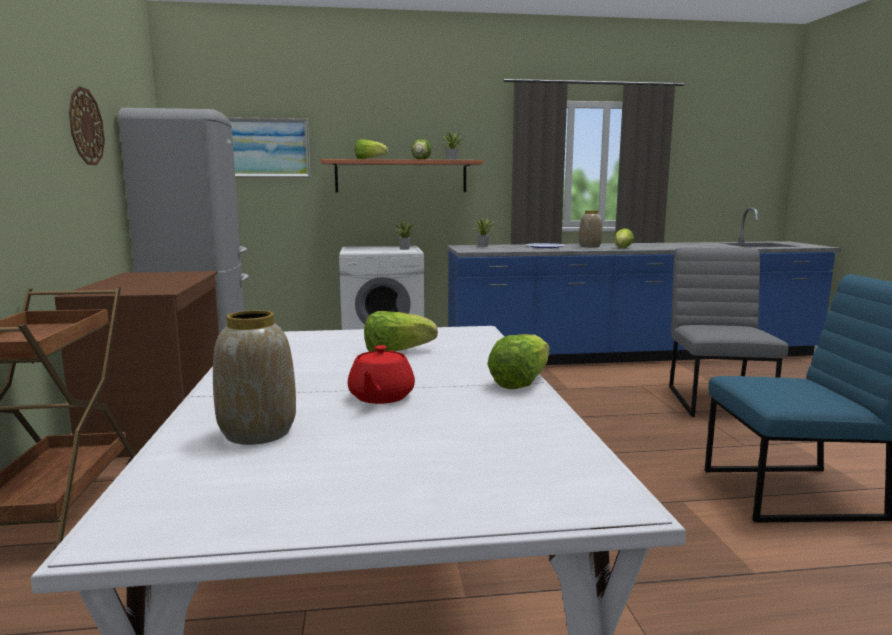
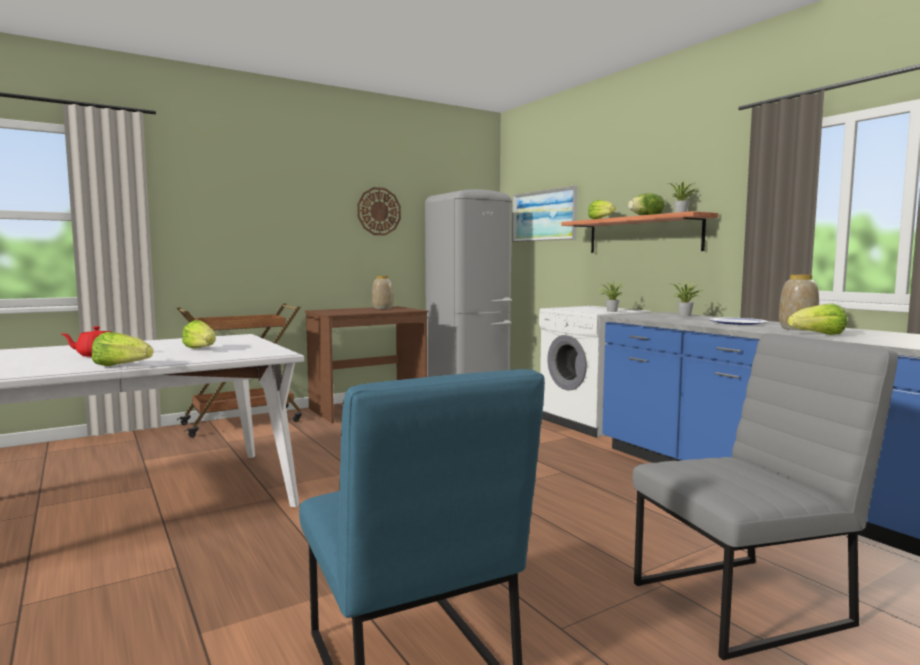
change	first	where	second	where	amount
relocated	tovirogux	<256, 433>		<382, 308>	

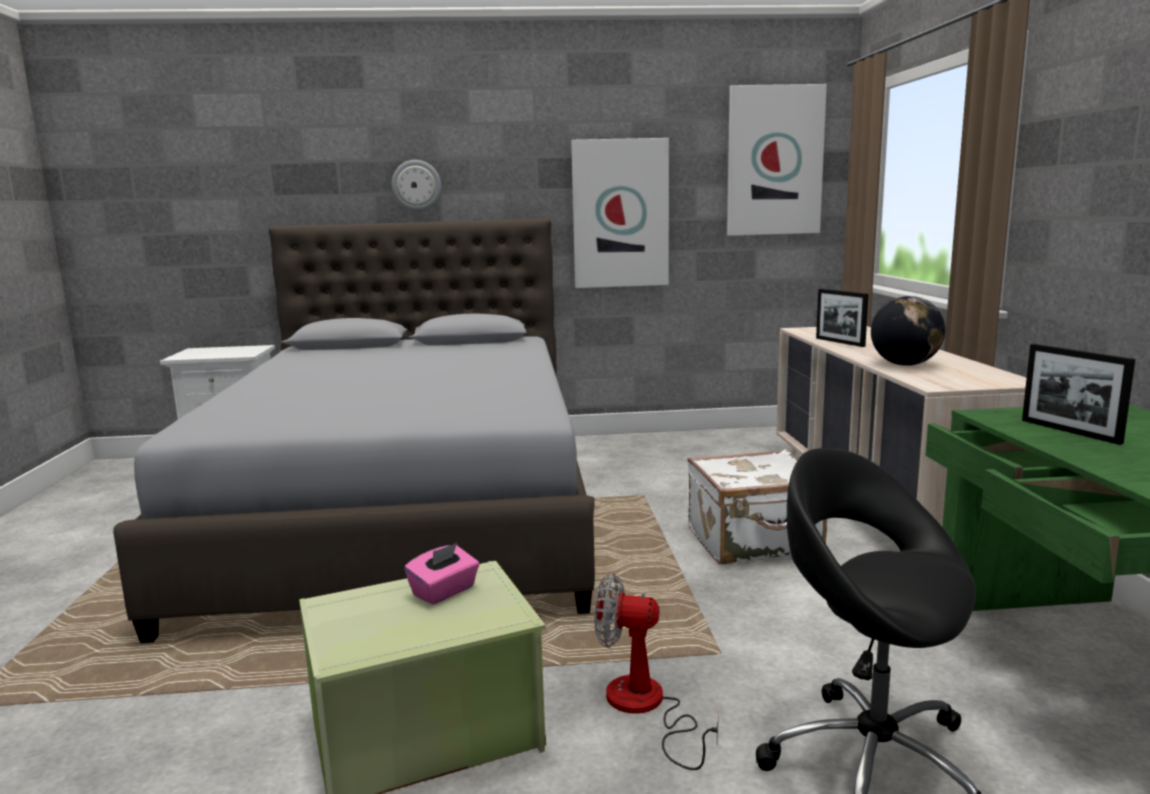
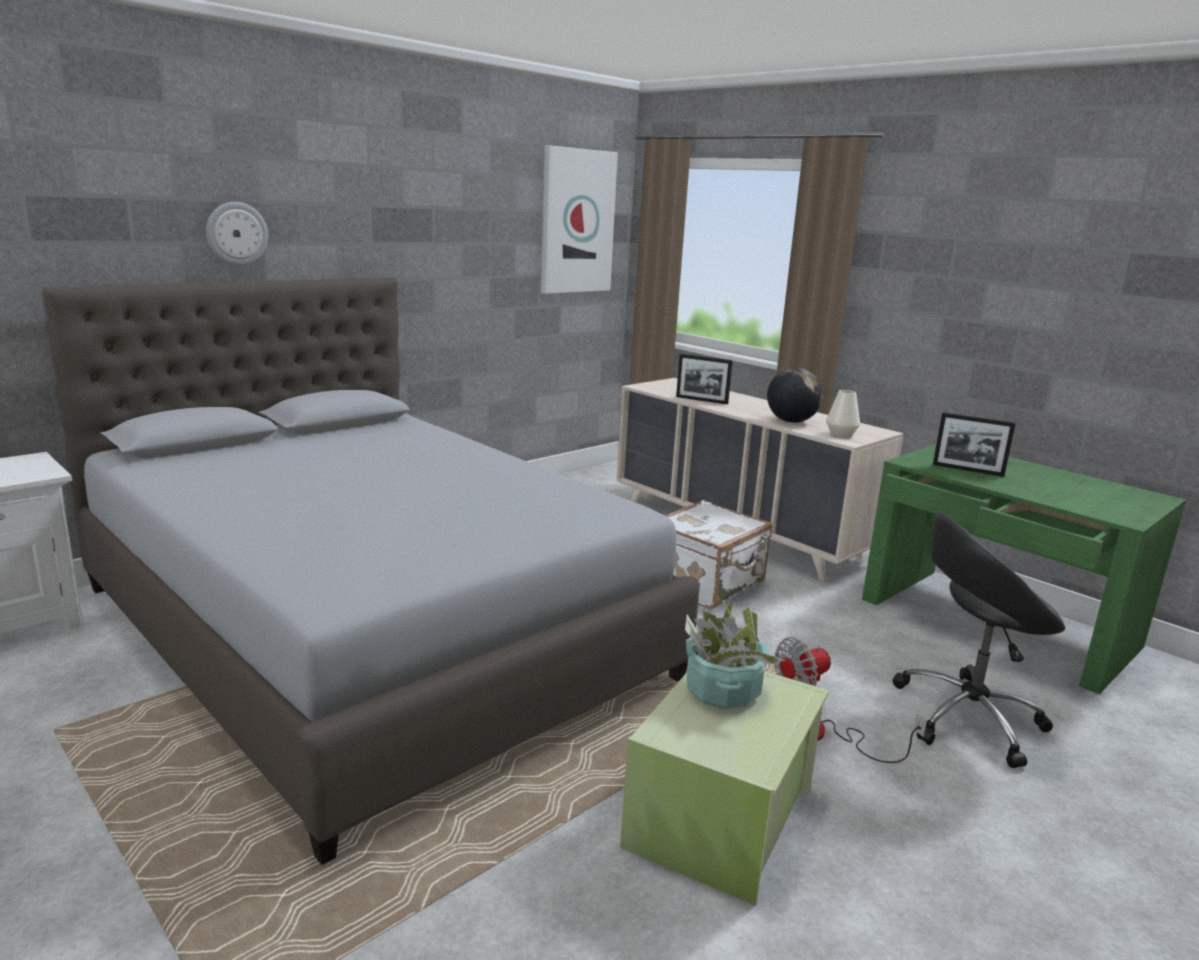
change	first	where	second	where	amount
exchanged	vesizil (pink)	<444, 592>	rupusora	<722, 690>	
missing	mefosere	<620, 214>			
appeared			tovirogux (white)	<841, 434>	

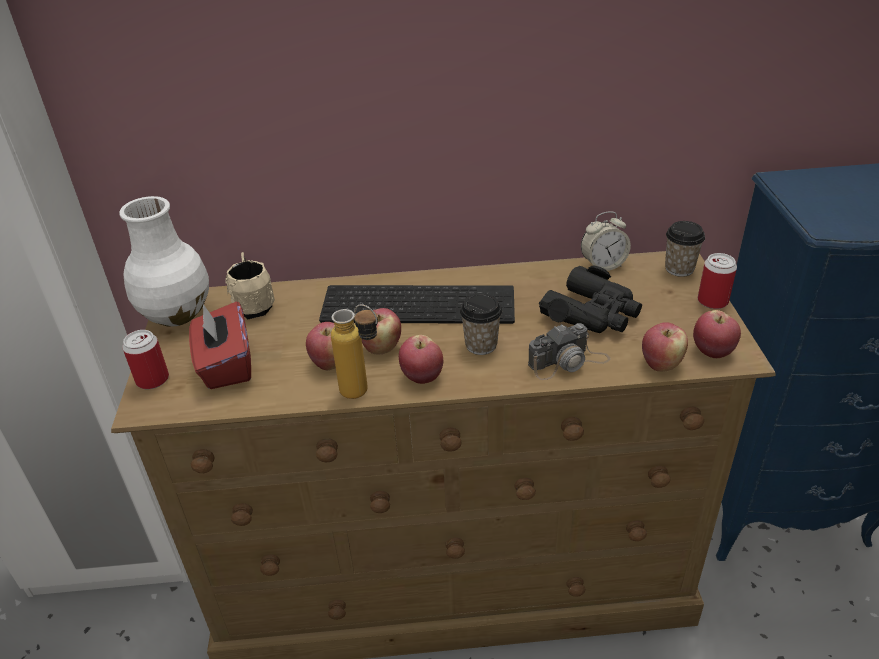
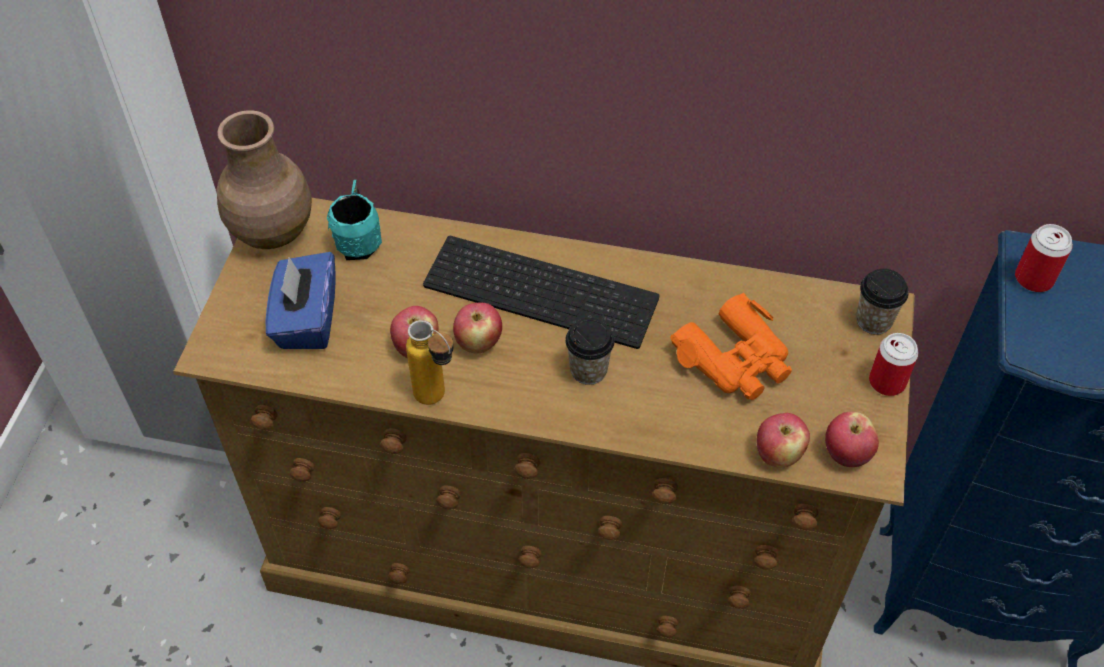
change	first	where	second	where	amount
colour	tovirogux (white)	<176, 315>	tovirogux (brown)	<271, 232>	
relocated	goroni	<152, 380>		<1034, 278>	
colour	vesizil (red)	<226, 365>	vesizil (blue)	<306, 320>	
colour	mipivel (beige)	<254, 305>	mipivel (turquoise)	<359, 240>	
missing	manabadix	<422, 377>			
missing	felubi	<568, 362>			
colour	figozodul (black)	<592, 313>	figozodul (orange)	<735, 359>	
missing	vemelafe	<603, 265>			

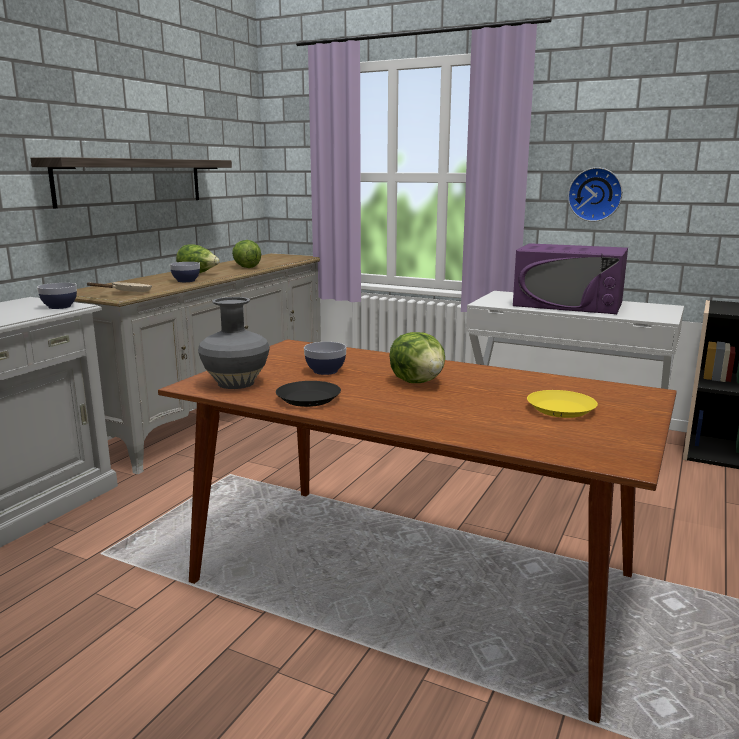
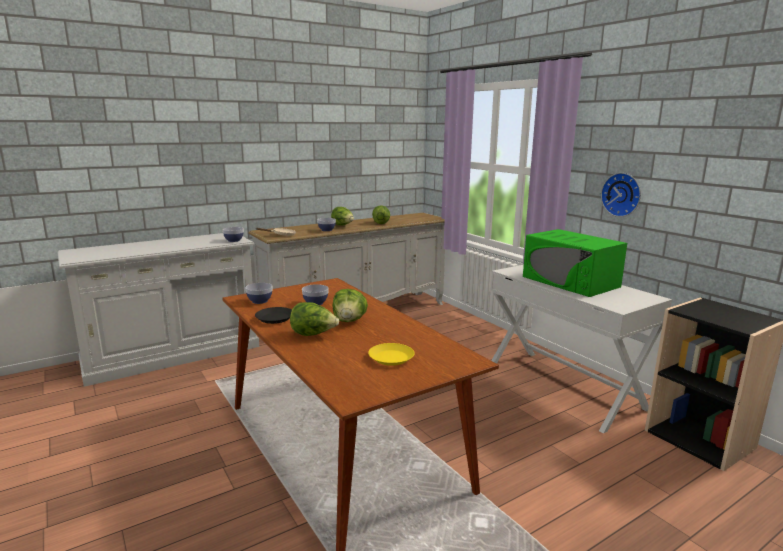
change	first	where	second	where	amount
missing	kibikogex	<132, 181>			
exchanged	tovirogux (grey)	<235, 383>	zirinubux	<259, 301>	
colour	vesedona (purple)	<568, 304>	vesedona (green)	<570, 282>	
appeared			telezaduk	<313, 334>	

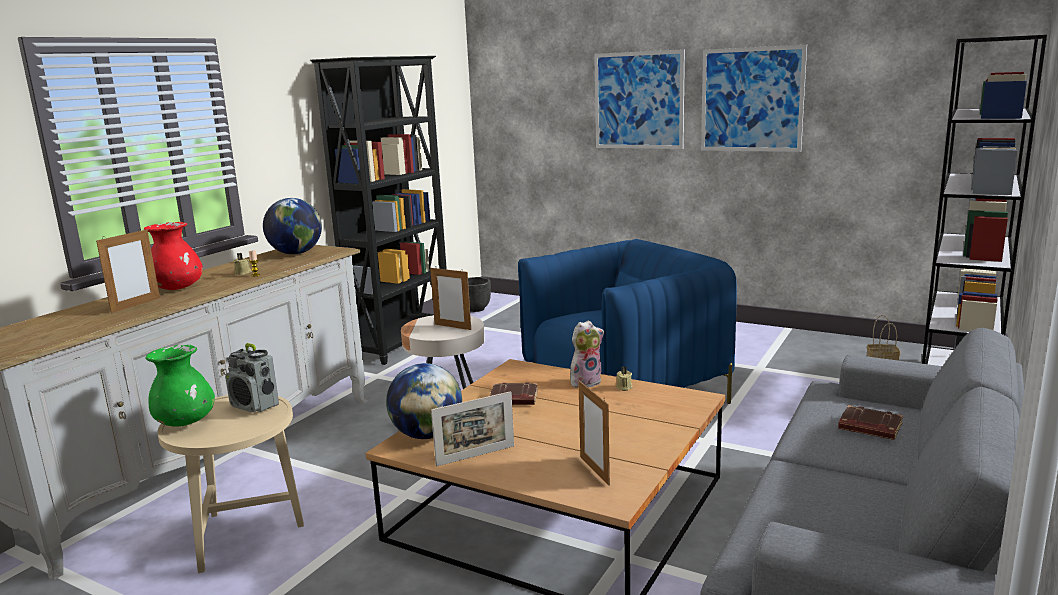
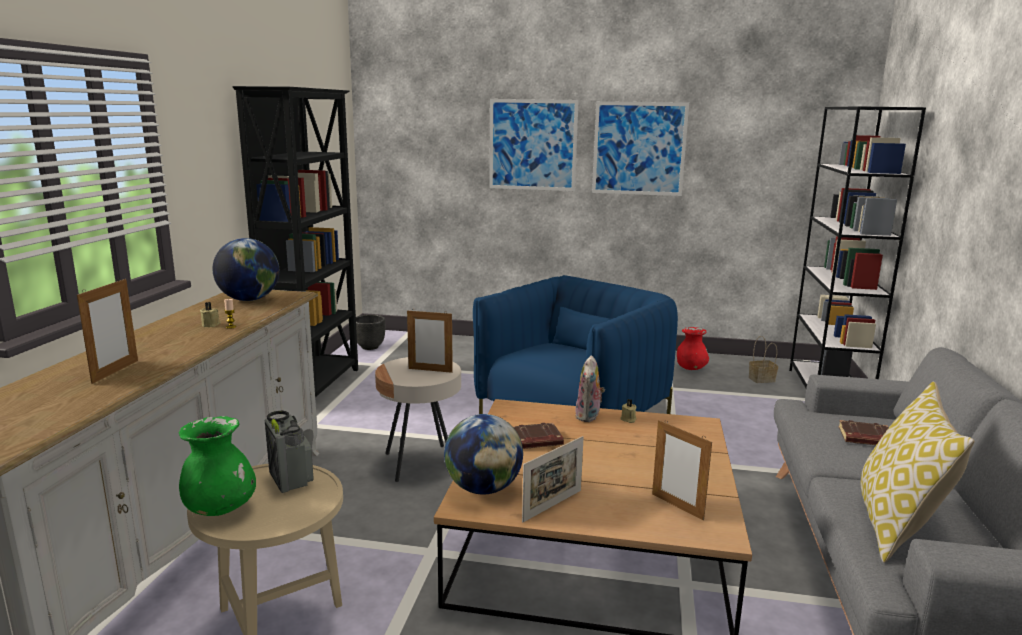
change	first	where	second	where	amount
relocated	tovirogux (red)	<178, 288>		<690, 368>	
spun	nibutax	<255, 406>		<290, 478>	135 degrees counterclockwise
spun	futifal	<586, 382>		<589, 416>	150 degrees clockwise
appeared			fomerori	<897, 527>	

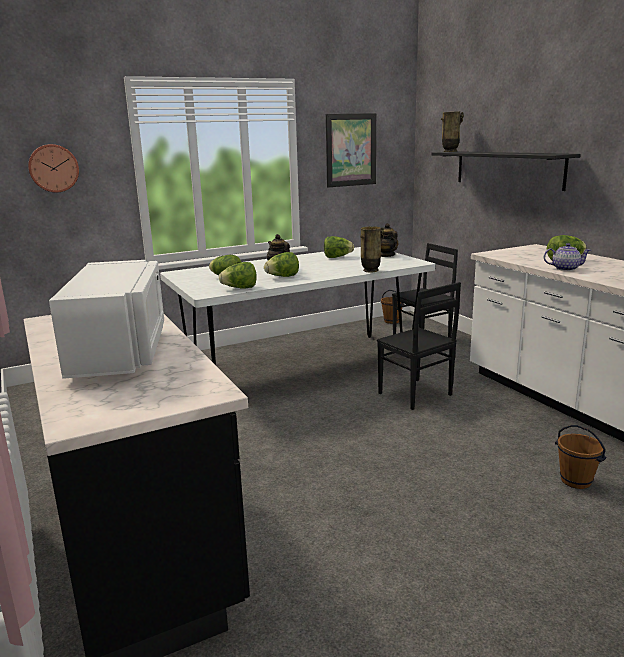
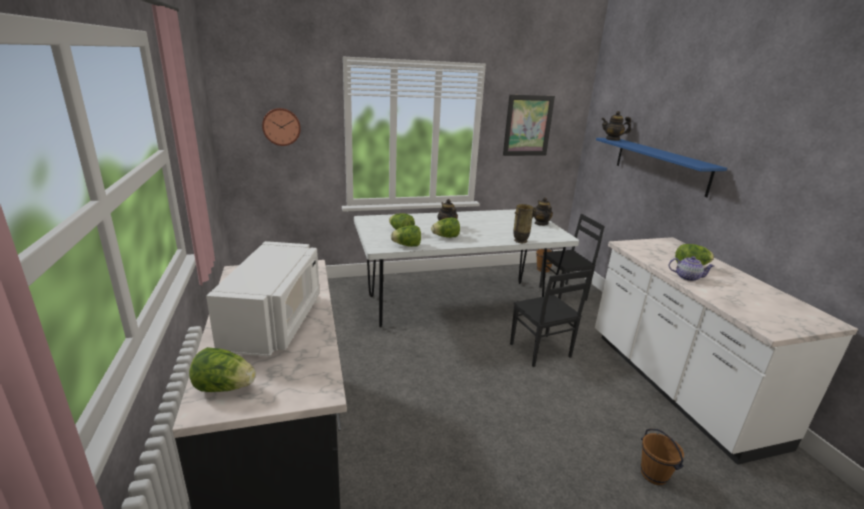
change	first	where	second	where	amount
relocated	telezaduk	<337, 257>		<225, 387>	
colour	kibikogex (black)	<508, 169>	kibikogex (blue)	<660, 165>	
exchanged	tovirogux	<450, 151>	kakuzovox	<613, 139>	

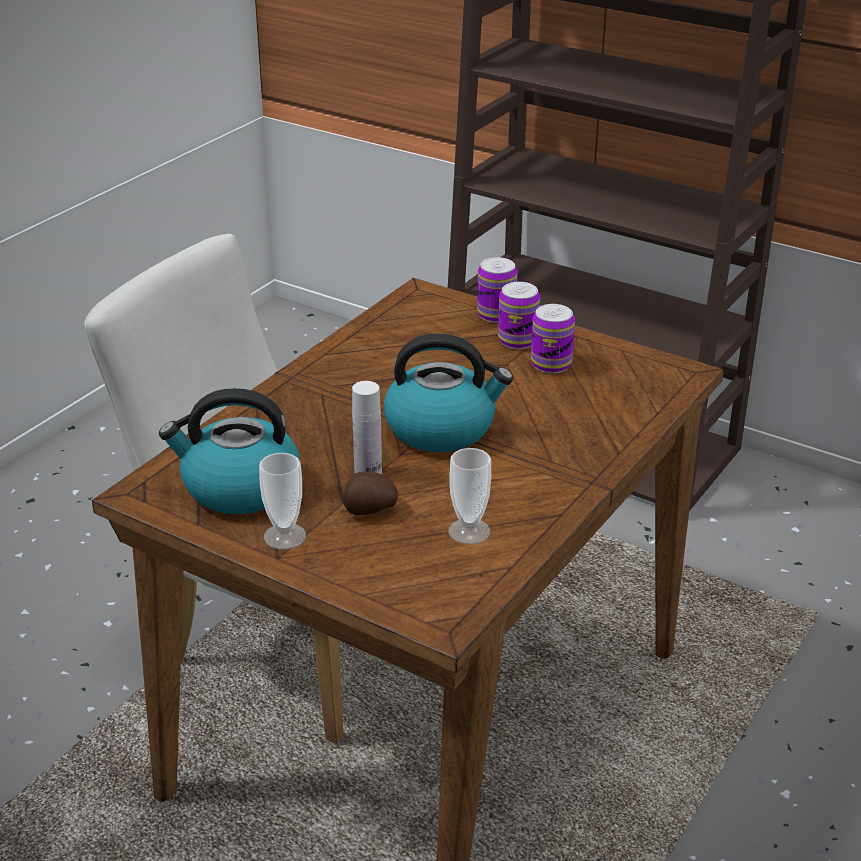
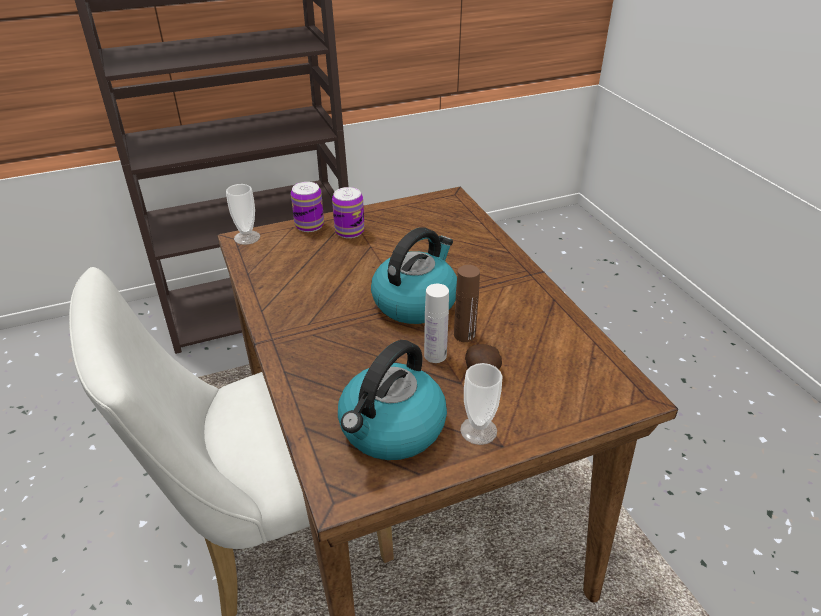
change	first	where	second	where	amount
relocated	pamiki	<469, 531>		<247, 237>	
missing	goroni	<551, 364>			
appeared			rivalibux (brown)	<464, 335>	

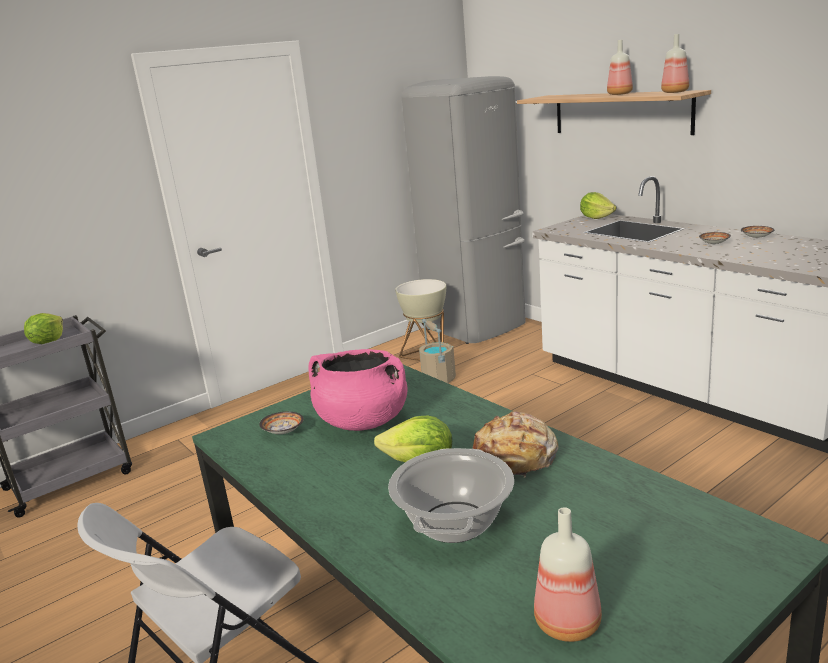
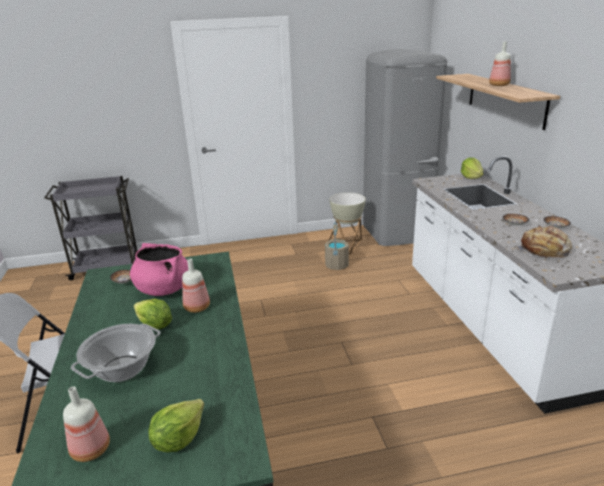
change	first	where	second	where	amount
relocated	telezaduk	<48, 341>		<178, 439>	
relocated	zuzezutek	<515, 459>		<544, 251>	
relocated	rivalibux	<675, 92>		<198, 307>	

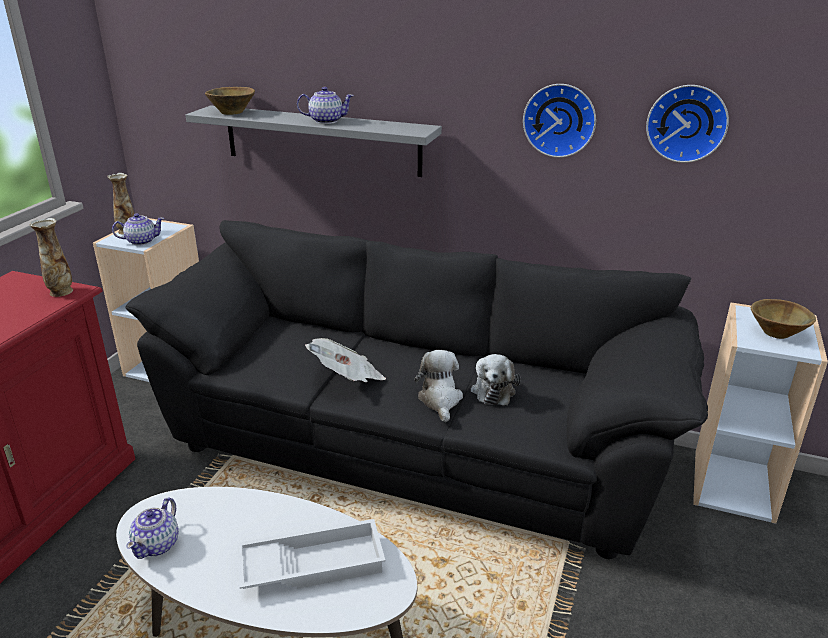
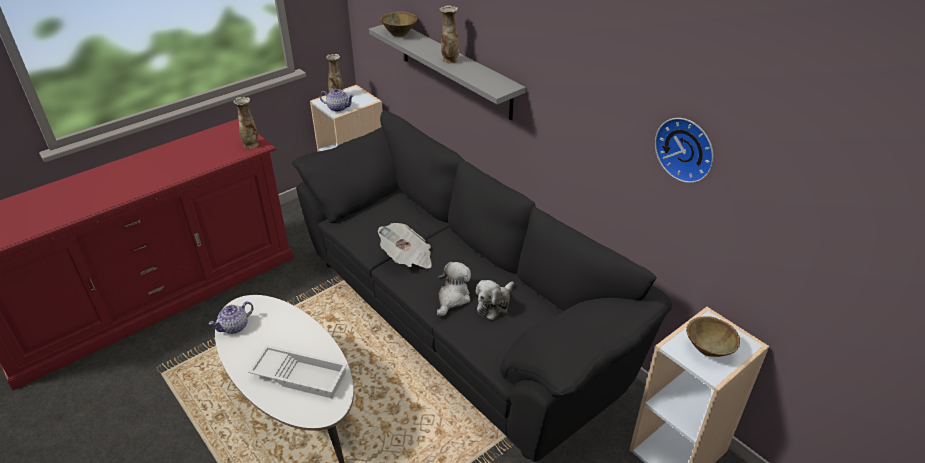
change	first	where	second	where	amount
exchanged	kakuzovox	<326, 121>	tovirogux	<450, 60>	
missing	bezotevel	<560, 120>			

